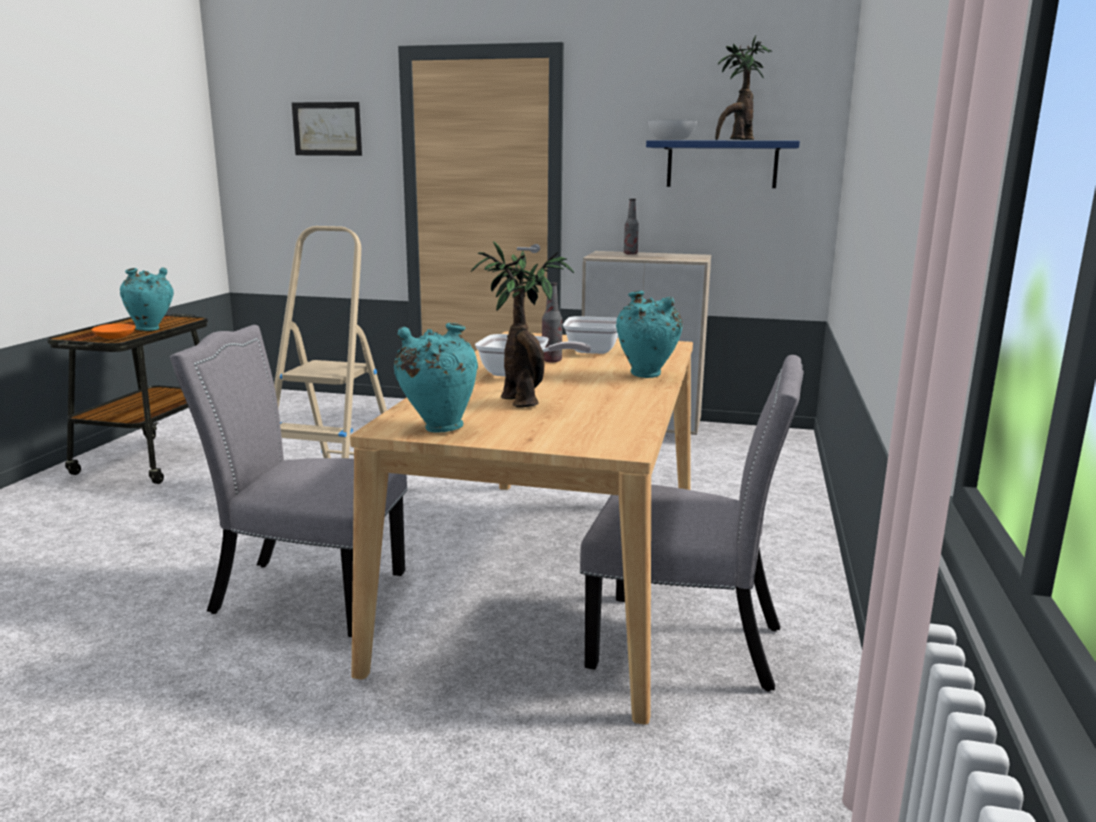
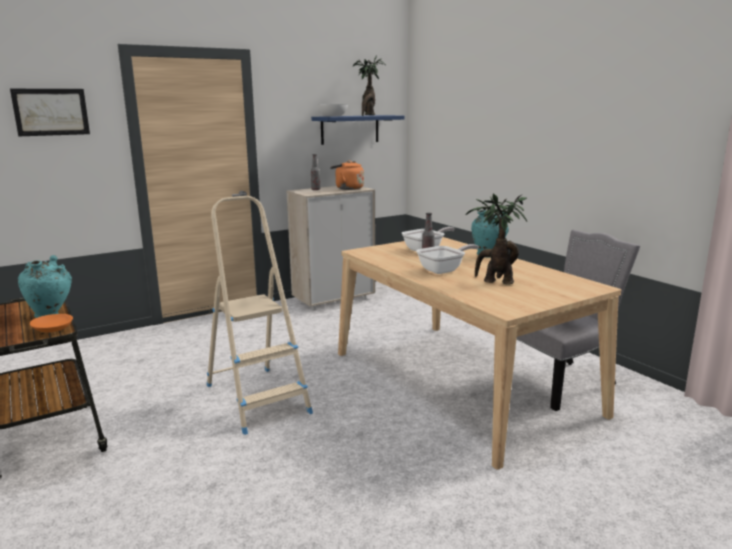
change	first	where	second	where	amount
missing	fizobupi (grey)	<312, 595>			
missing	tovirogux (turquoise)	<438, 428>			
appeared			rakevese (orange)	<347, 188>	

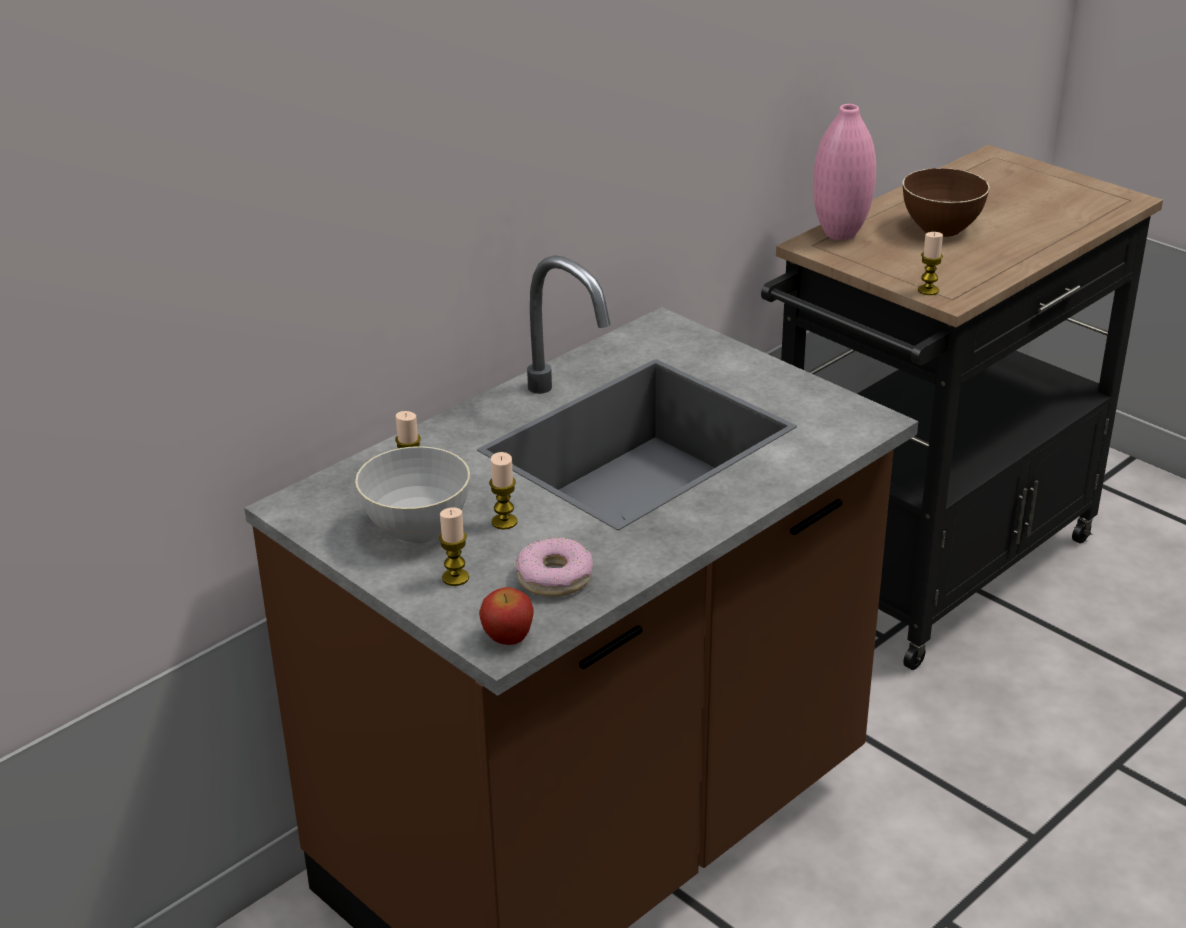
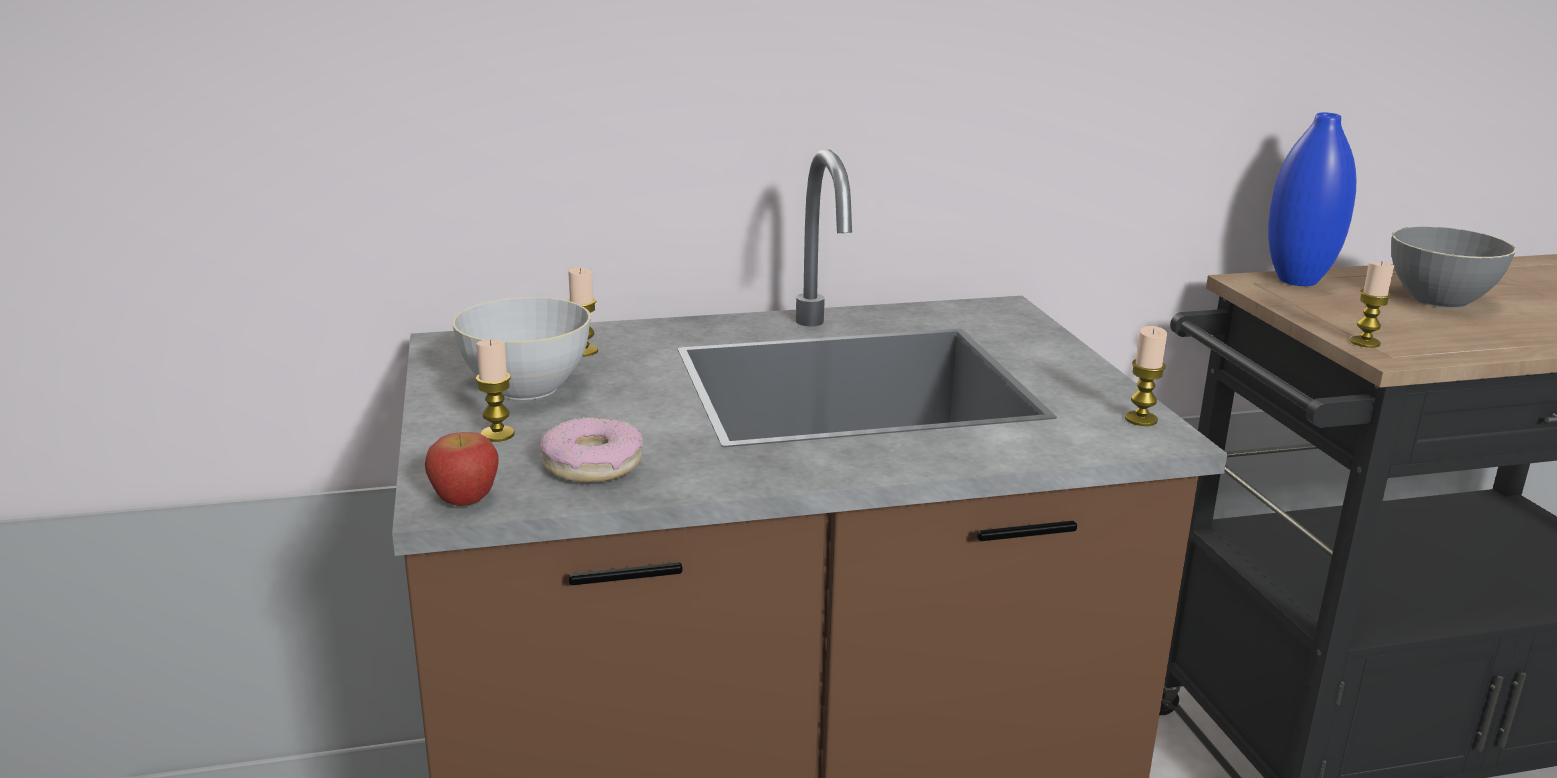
change	first	where	second	where	amount
relocated	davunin	<504, 522>		<1141, 419>	
colour	tovirogux (pink)	<840, 234>	tovirogux (blue)	<1297, 281>	
colour	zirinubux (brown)	<941, 228>	zirinubux (grey)	<1439, 300>	

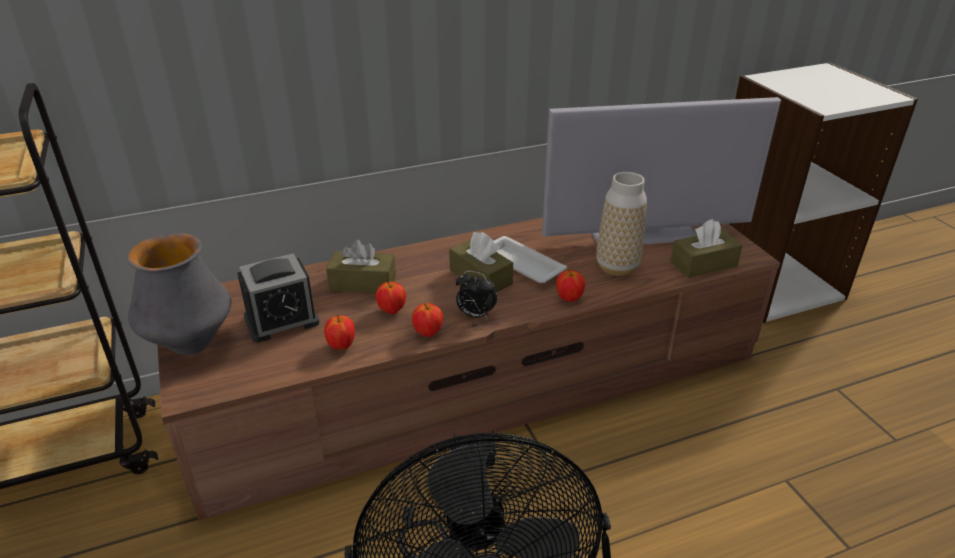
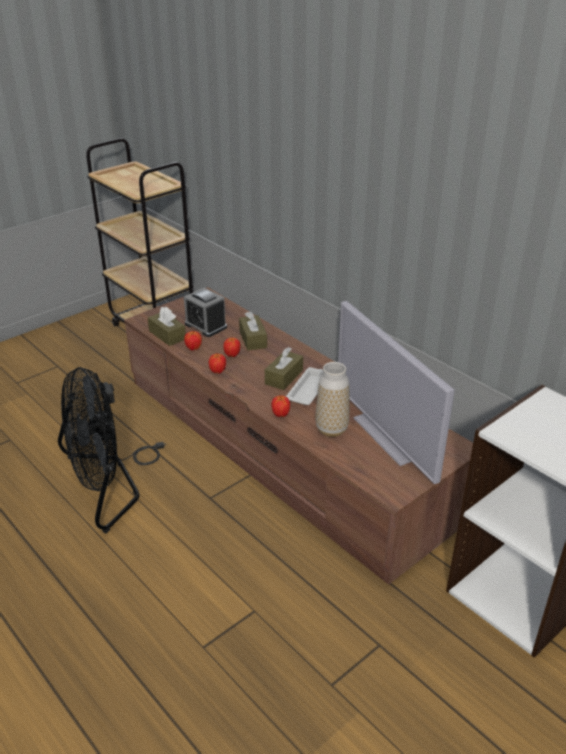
change	first	where	second	where	amount
missing	tovirogux	<191, 345>			
missing	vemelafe	<475, 315>			
relocated	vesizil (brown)	<703, 264>		<167, 335>	

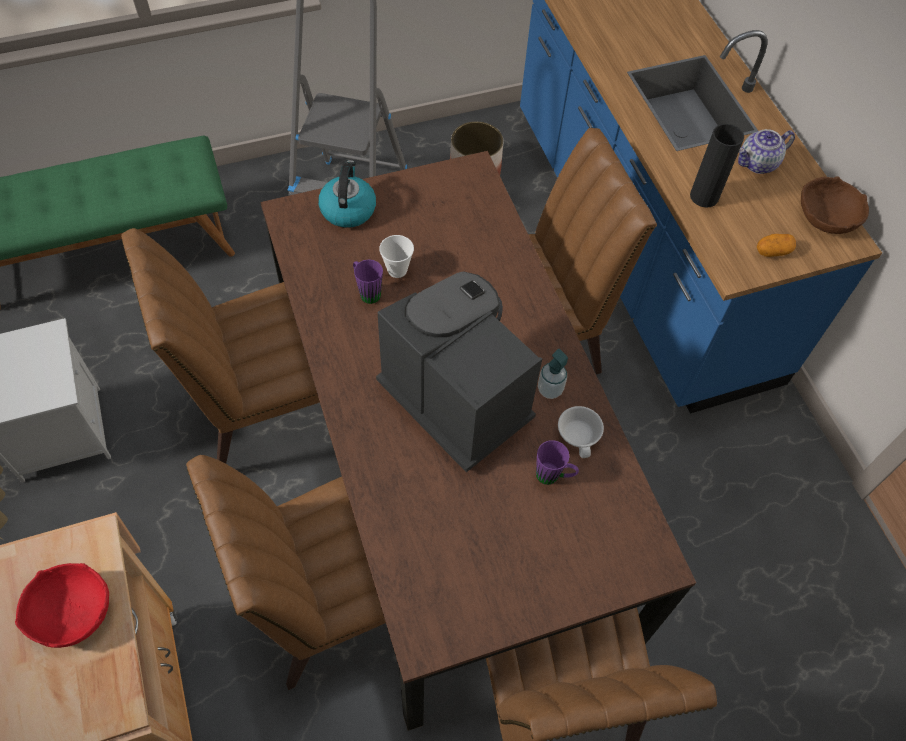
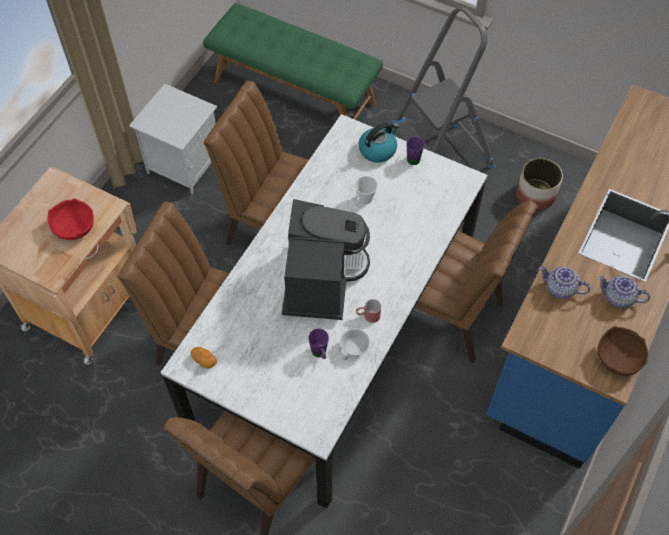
change	first	where	second	where	amount
colour	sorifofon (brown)	<445, 467>	sorifofon (white)	<334, 335>	
relocated	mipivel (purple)	<367, 291>		<413, 157>	
exchanged	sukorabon	<550, 389>	mipivel (red)	<368, 316>	
exchanged	tovirogux (black)	<704, 196>	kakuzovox	<560, 289>	
relocated	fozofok	<772, 251>		<204, 360>	

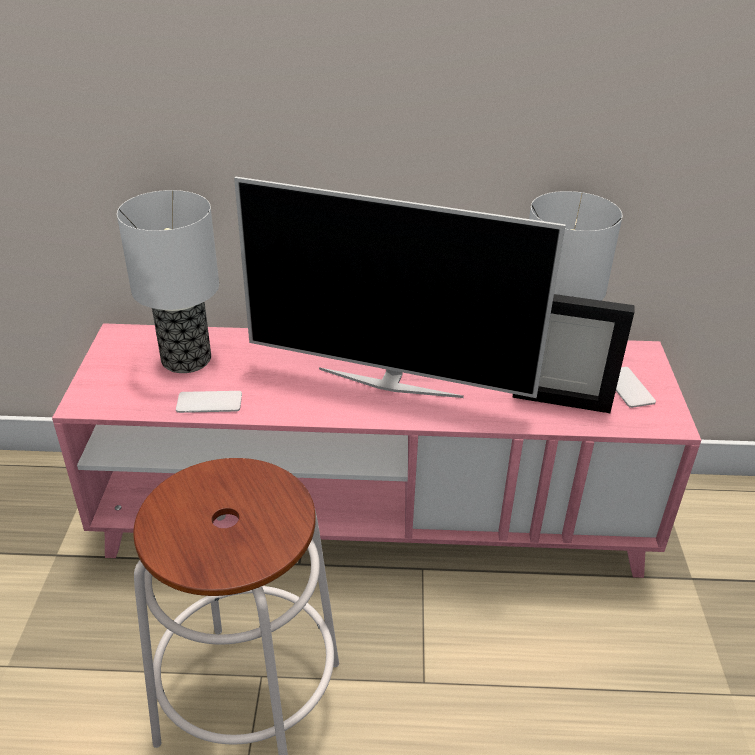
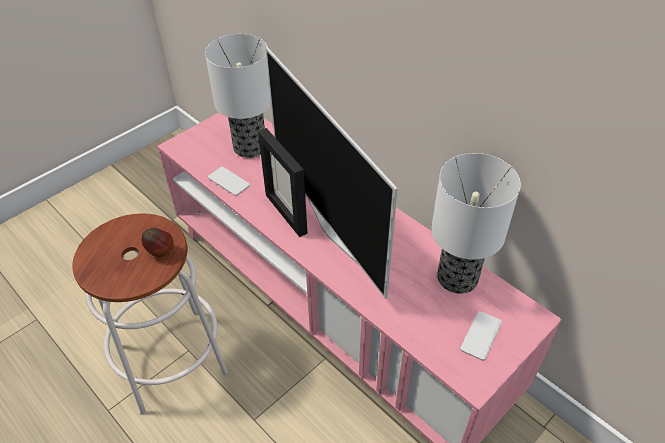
change	first	where	second	where	amount
relocated	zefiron	<561, 400>		<287, 213>	
appeared			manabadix	<161, 253>	

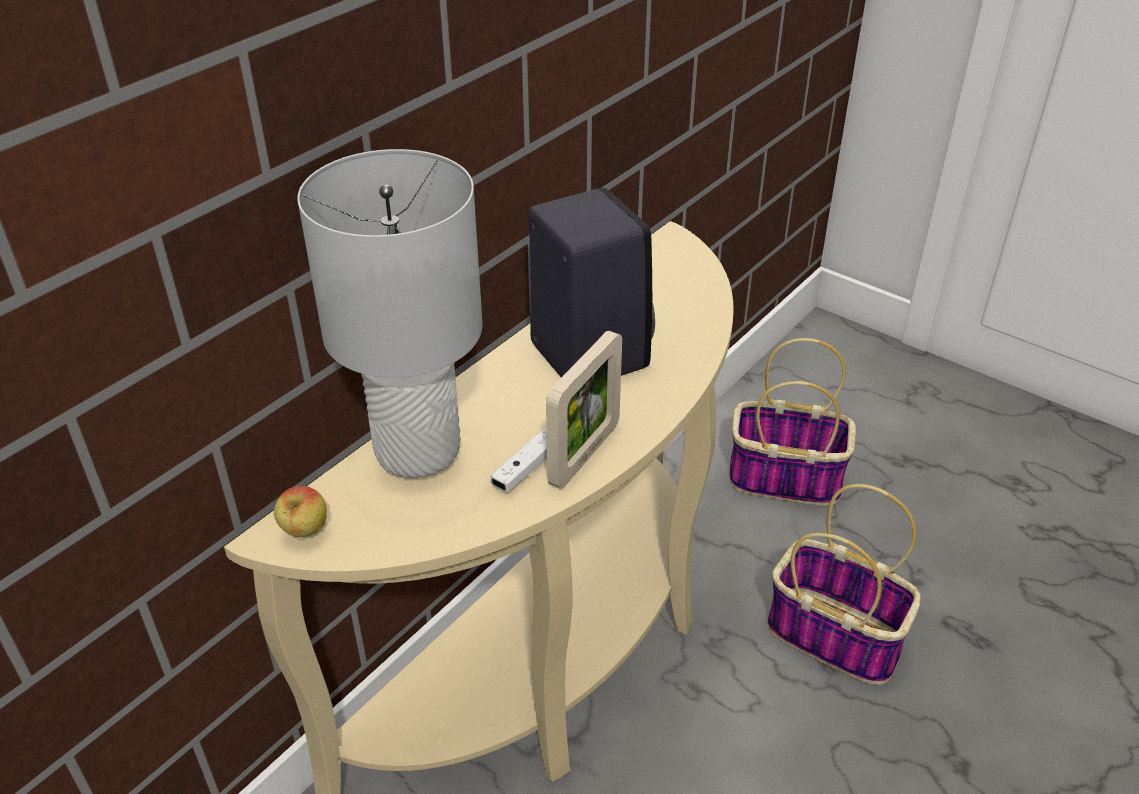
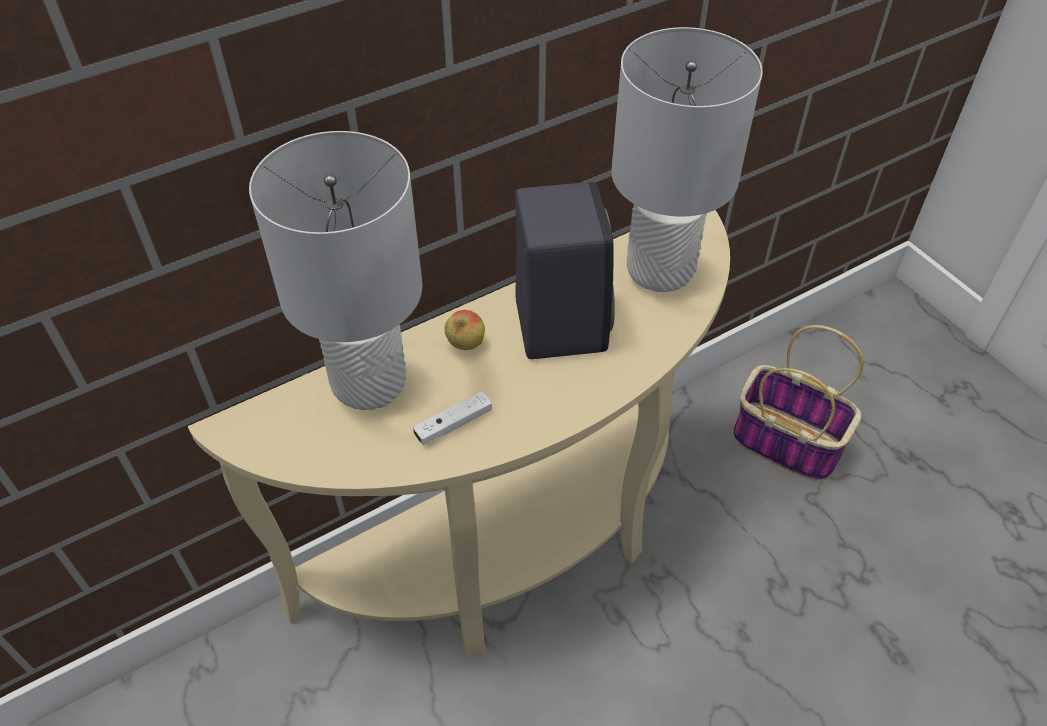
change	first	where	second	where	amount
relocated	manabadix	<305, 531>		<465, 345>	
missing	zefiron	<584, 454>			
missing	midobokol	<836, 637>			
appeared			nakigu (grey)	<660, 275>	

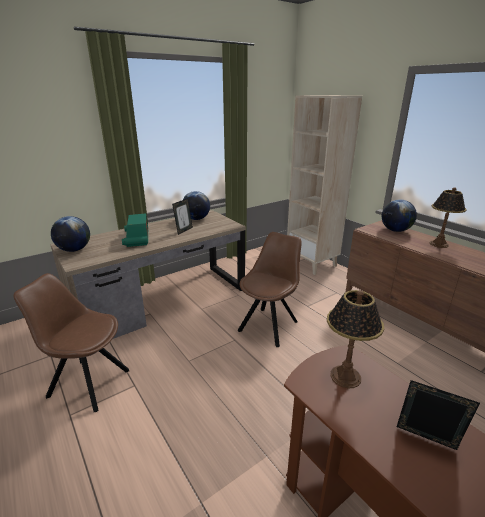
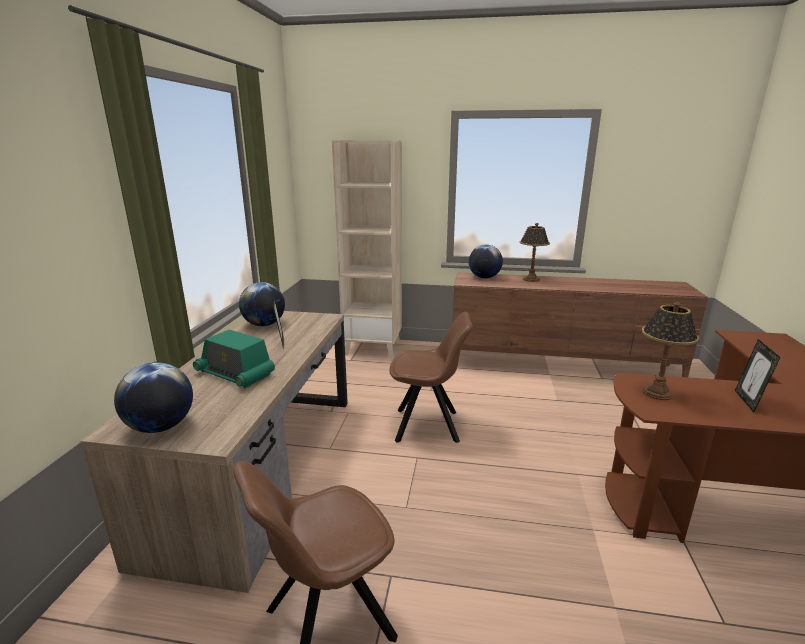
change	first	where	second	where	amount
spun	fizobupi (brown)	<269, 326>		<427, 426>	105 degrees clockwise
spun	zefiron	<425, 441>		<748, 401>	60 degrees counterclockwise

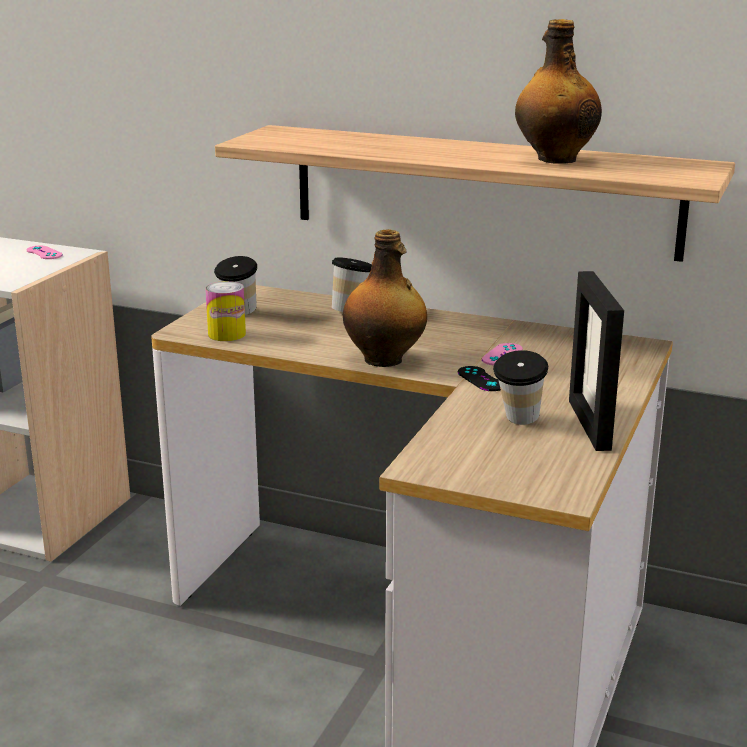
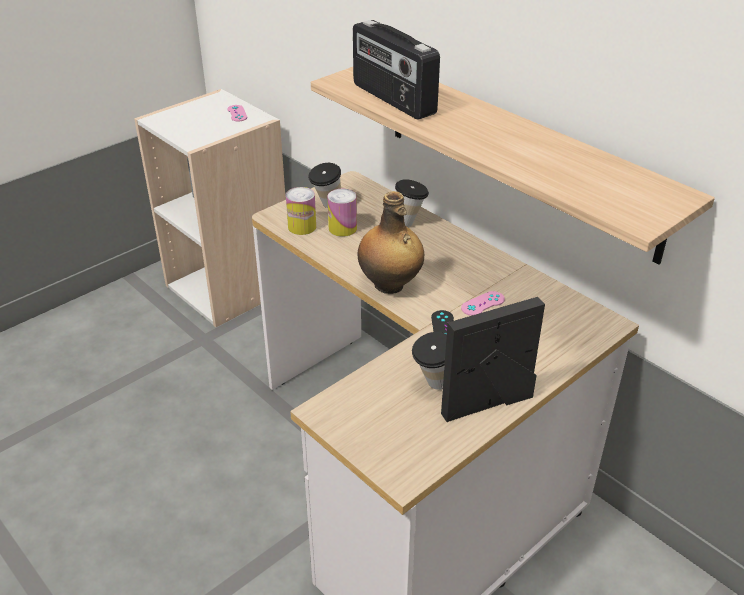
change	first	where	second	where	amount
missing	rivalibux	<555, 159>			
spun	zefiron	<591, 424>		<487, 405>	45 degrees clockwise
appeared			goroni	<342, 228>	
appeared			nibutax	<392, 99>	

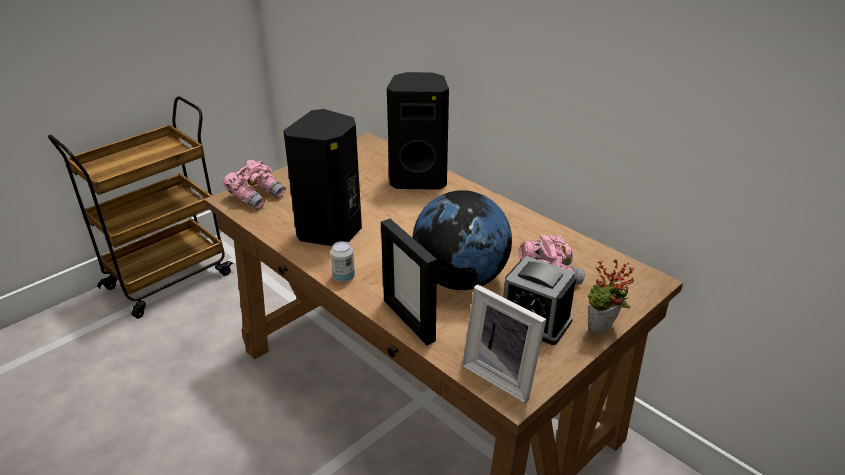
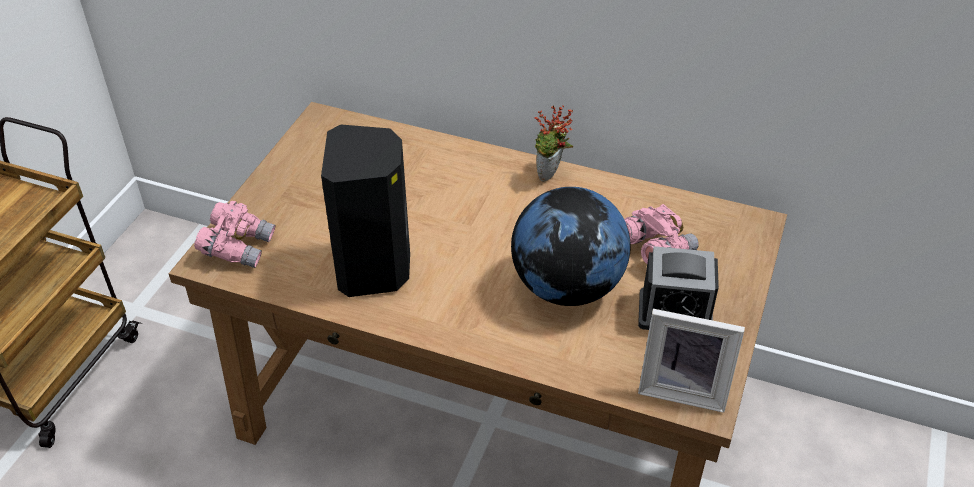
change	first	where	second	where	amount
missing	goroni	<344, 277>			
missing	zefiron	<410, 319>			
missing	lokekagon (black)	<418, 179>			
relocated	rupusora	<602, 331>		<550, 176>	

